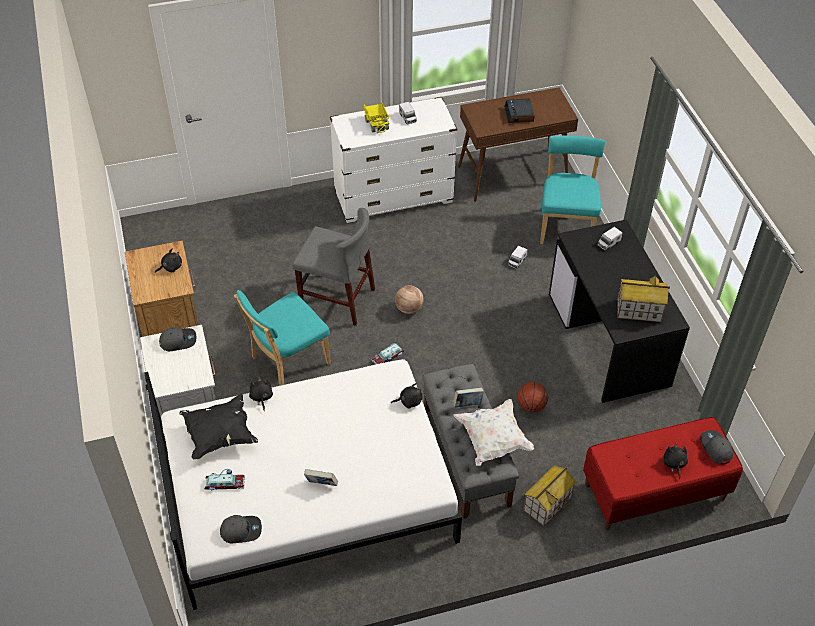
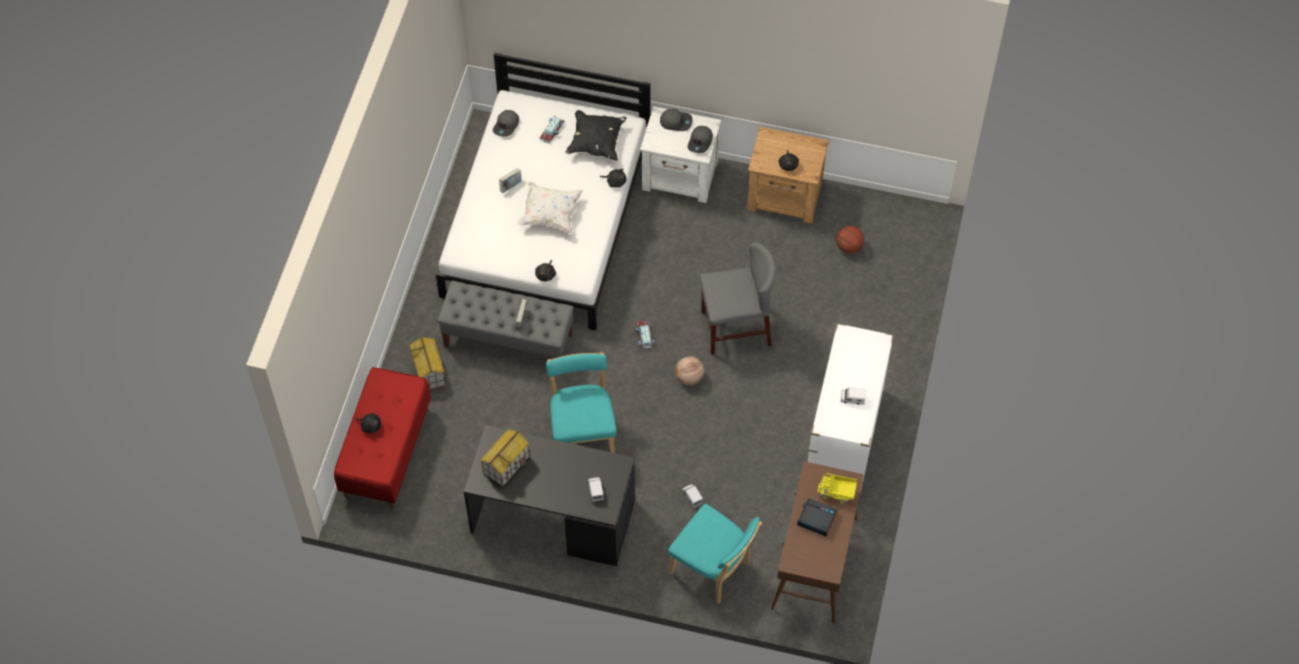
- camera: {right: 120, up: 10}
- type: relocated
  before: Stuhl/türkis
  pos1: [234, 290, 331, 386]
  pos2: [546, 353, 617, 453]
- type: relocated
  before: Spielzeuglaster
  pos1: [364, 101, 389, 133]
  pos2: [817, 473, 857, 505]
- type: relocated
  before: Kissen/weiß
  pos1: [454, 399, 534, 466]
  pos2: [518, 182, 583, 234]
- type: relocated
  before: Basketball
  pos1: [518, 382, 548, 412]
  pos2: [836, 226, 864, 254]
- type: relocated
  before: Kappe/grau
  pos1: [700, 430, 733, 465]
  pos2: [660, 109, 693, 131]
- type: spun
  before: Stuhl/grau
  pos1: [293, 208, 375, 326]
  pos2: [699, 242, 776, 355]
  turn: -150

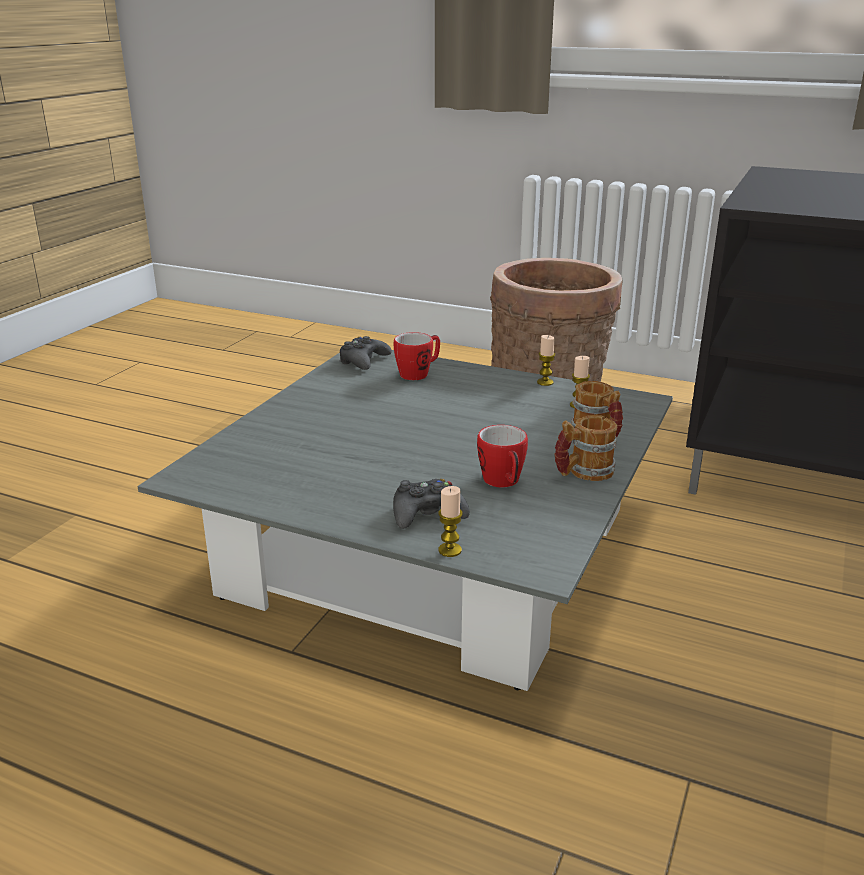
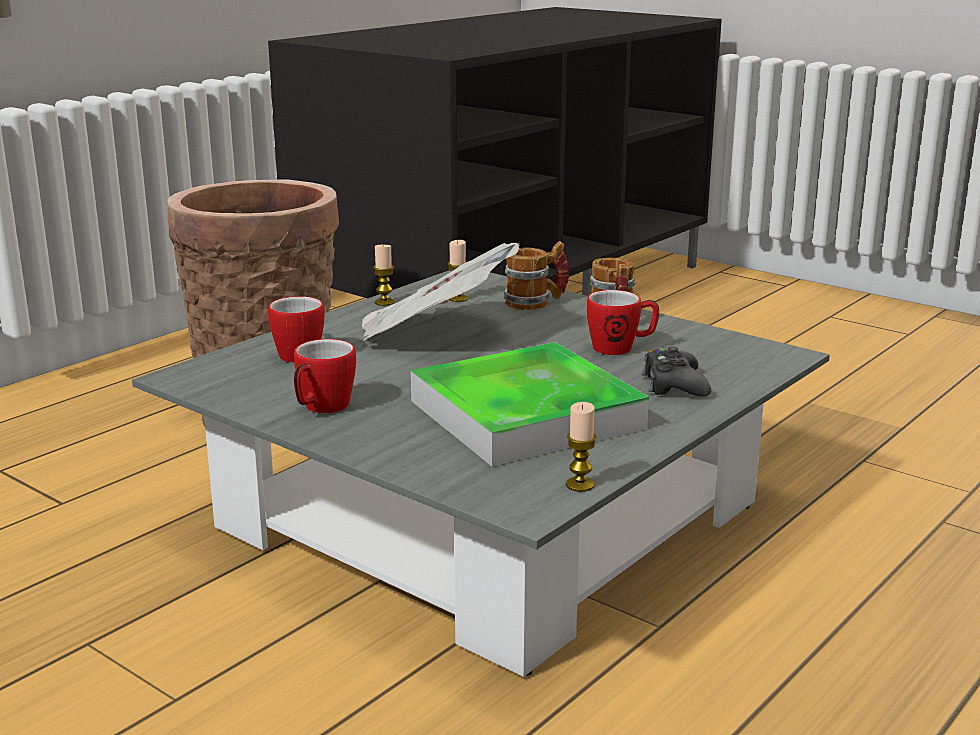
- camera: {right: -75, up: -5}
- type: missing
  before: Gamepad/schwarz
  pos1: [340, 336, 392, 370]
- type: appeared
  after: Henkelbecher
  pos2: [293, 339, 356, 413]
- type: appeared
  after: Zeitung
  pos2: [362, 243, 519, 341]
- type: appeared
  after: Tablett
  pos2: [411, 342, 649, 467]
- type: relocated
  before: Kerze
  pos1: [438, 486, 463, 557]
  pos2: [566, 402, 597, 492]

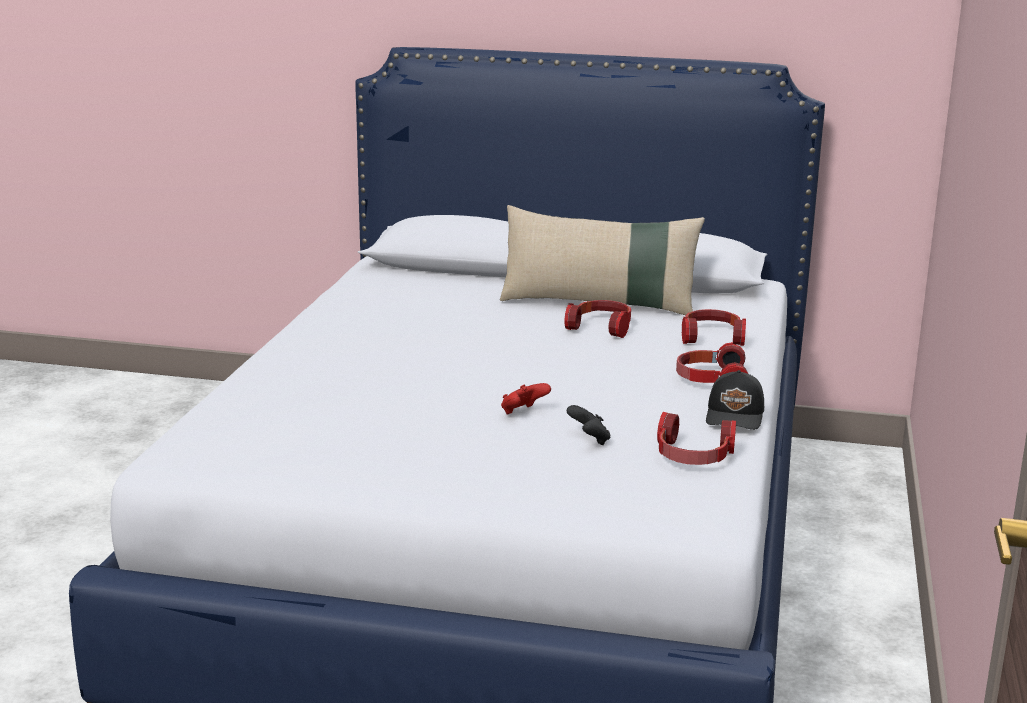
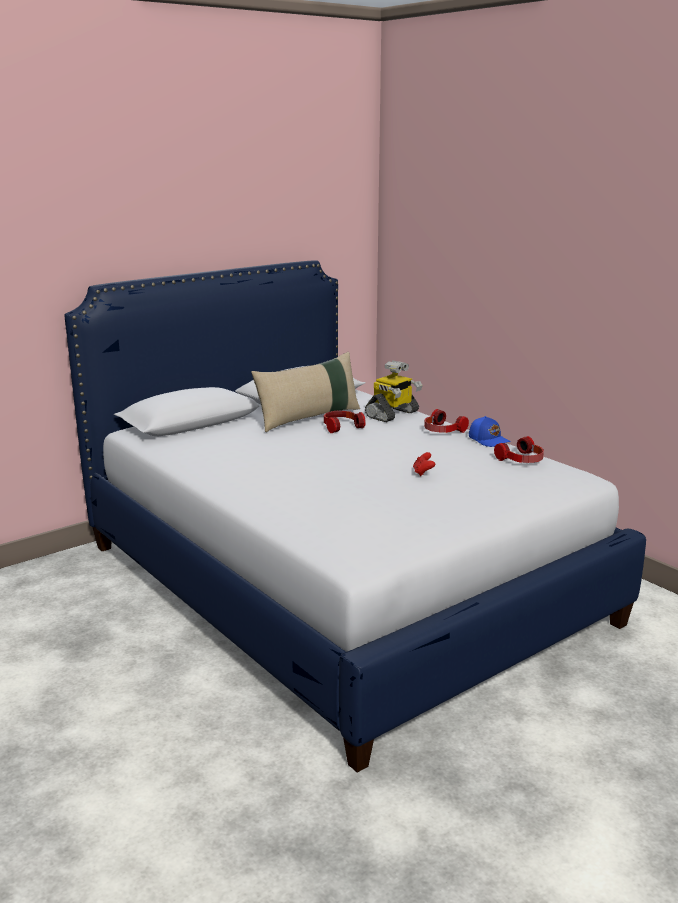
- camera: {right: -50, up: 0}
- type: missing
  before: Gamepad/schwarz
  pos1: [567, 405, 610, 445]
- type: exchanged
  before: Kopfhörer
  after: Spielzeugroboter
  pos1: [682, 309, 746, 346]
  pos2: [365, 360, 422, 422]
- type: colour
  before: Kappe/schwarz
  after: Kappe/blau
  pos1: [706, 370, 764, 430]
  pos2: [469, 416, 511, 447]

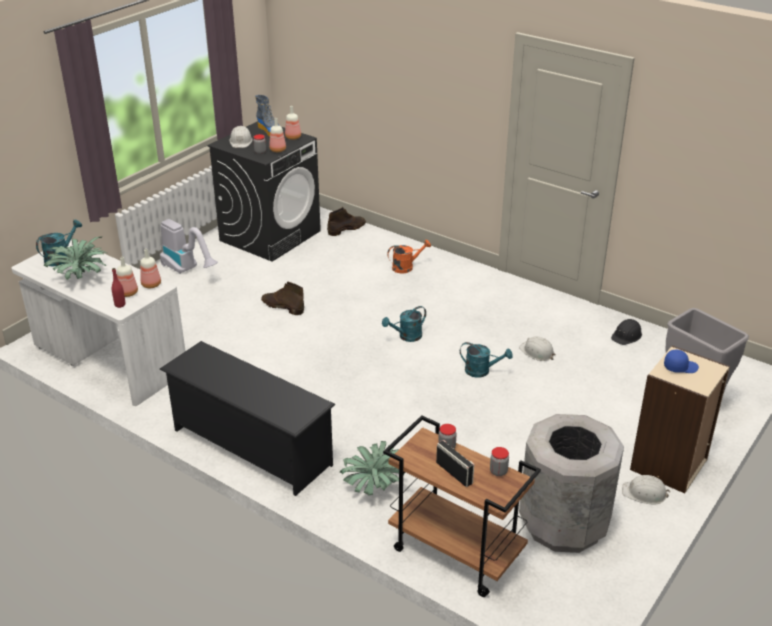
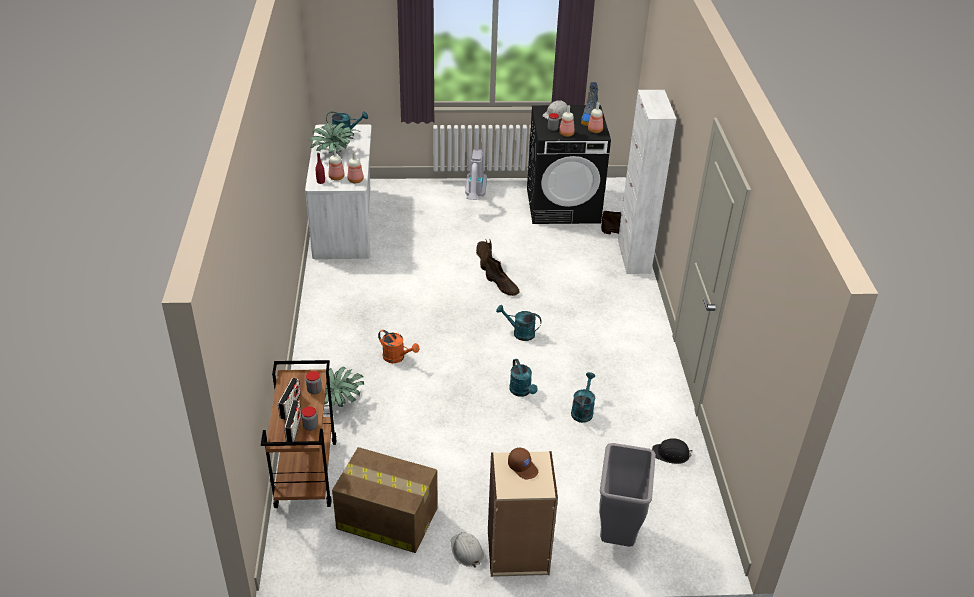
- camera: {right: 50, up: 5}
- type: missing
  before: Schuhregal/schwarz
  pos1: [159, 341, 335, 496]
- type: appeared
  after: Radio
  pos2: [284, 400, 302, 442]
- type: appeared
  after: Stiefel/braun
  pos2: [486, 255, 520, 296]
- type: appeared
  after: Schrank/weiß
  pos2: [618, 90, 676, 274]
- type: relocated
  before: Gießkanne/orange
  pos1: [387, 240, 431, 273]
  pos2: [378, 330, 420, 363]
- type: exchanged
  before: Schutzhelm/weiß
  after: Gießkanne/türkis
  pos1: [519, 336, 556, 361]
  pos2: [571, 372, 596, 423]
- type: exchanged
  before: Mülleimer/grau
  after: Karton
  pos1: [519, 414, 624, 553]
  pos2: [332, 447, 437, 553]
- type: colour
  before: Kappe/blau
  after: Kappe/braun
  pos1: [664, 350, 699, 373]
  pos2: [508, 448, 538, 479]

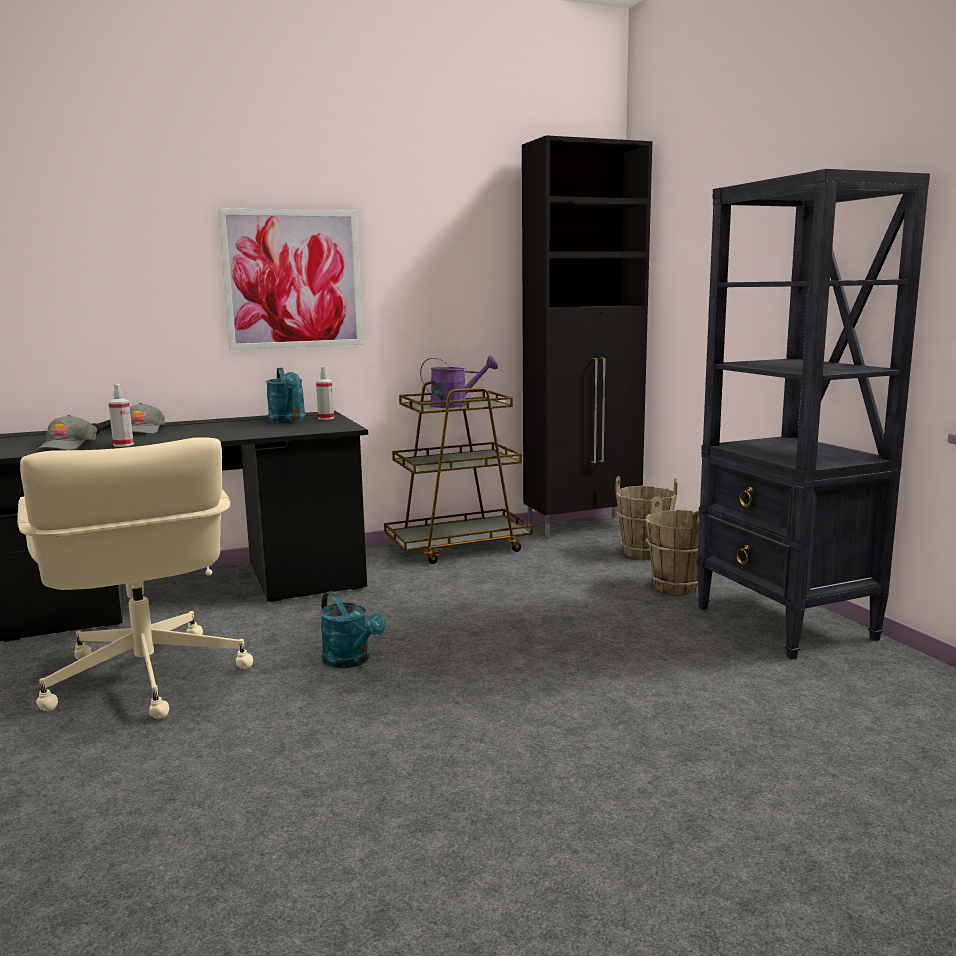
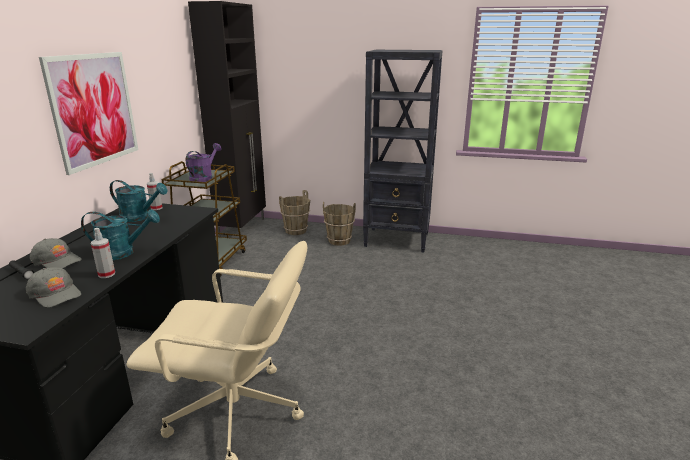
- camera: {right: -55, up: 10}
- type: relocated
  before: Gießkanne/türkis
  pos1: [320, 591, 386, 668]
  pos2: [81, 209, 160, 260]

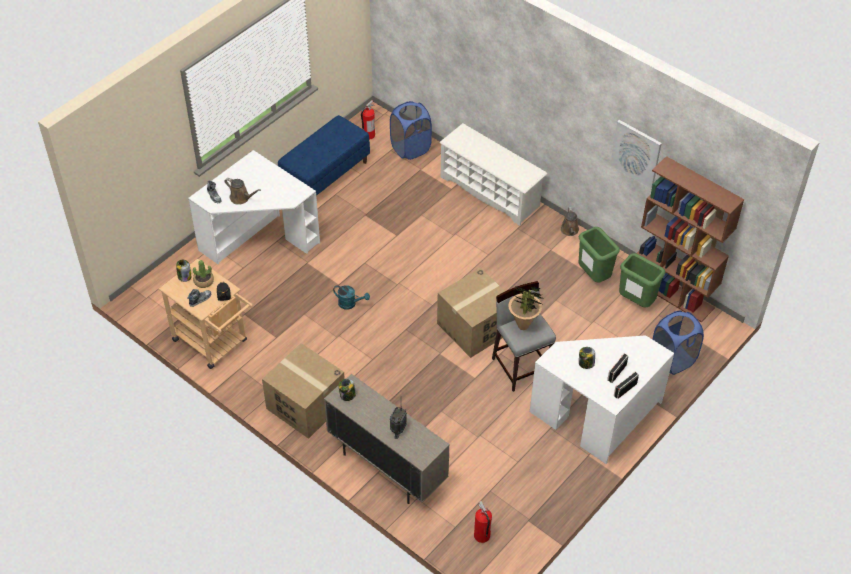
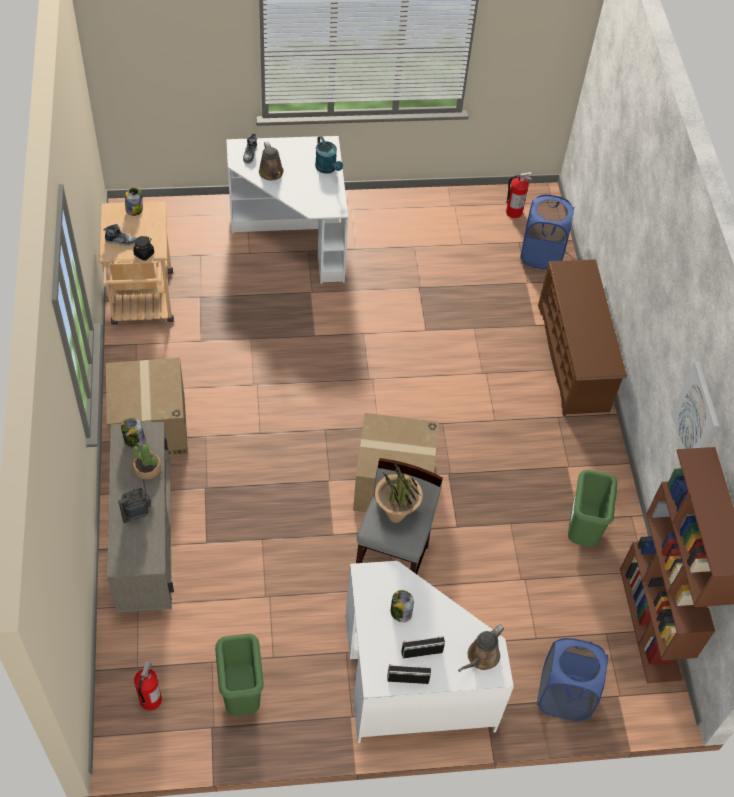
- camera: {right: 40, up: 5}
- type: missing
  before: Bank/blau
  pos1: [278, 115, 370, 196]
- type: relocated
  before: Topfpflanze
  pos1: [193, 260, 214, 288]
  pos2: [132, 444, 162, 480]
- type: relocated
  before: Gießkanne/türkis
  pos1: [333, 285, 370, 310]
  pos2: [315, 136, 343, 174]
- type: relocated
  before: Gießkanne/braun
  pos1: [560, 207, 579, 236]
  pos2: [458, 624, 504, 672]
- type: relocated
  before: Mülleimer/grün
  pos1: [619, 253, 665, 307]
  pos2: [215, 634, 264, 716]
- type: colour
  before: Schuhregal/weiß
  after: Schuhregal/braun
  pos1: [439, 123, 547, 226]
  pos2: [538, 259, 627, 417]

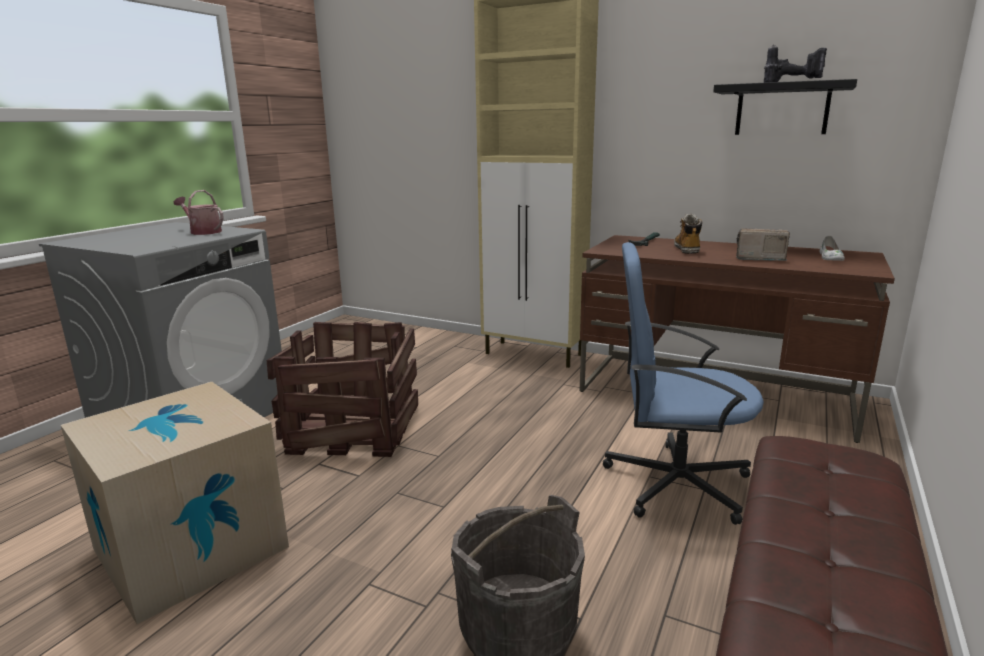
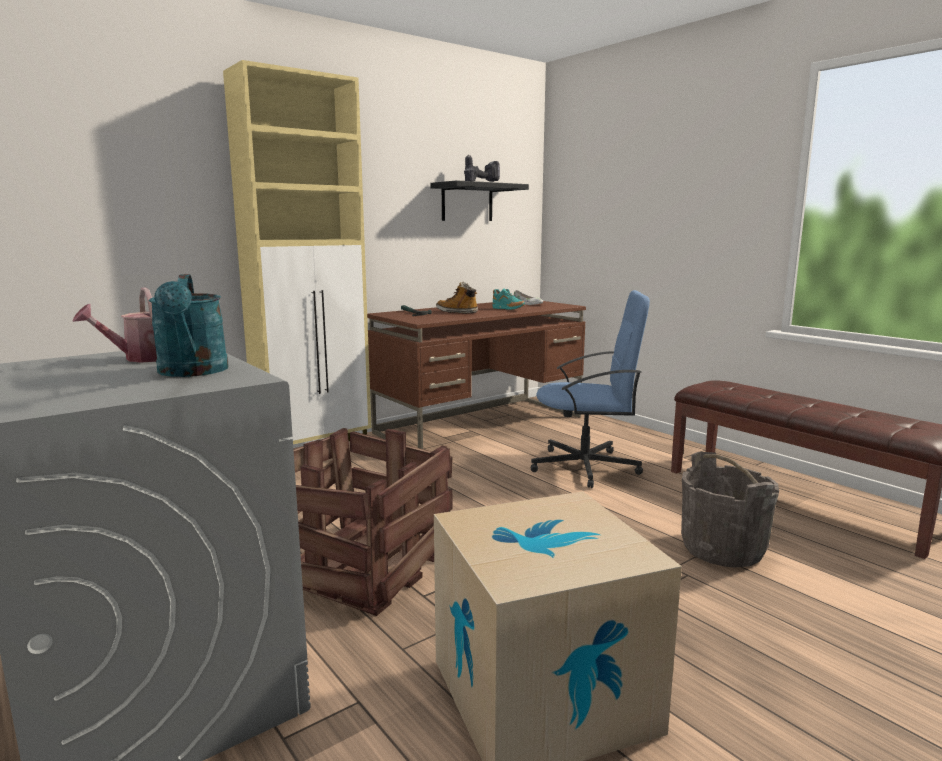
- camera: {right: -65, up: -5}
- type: appeared
  after: Gießkanne/türkis
  pos2: [149, 274, 229, 377]
- type: exchanged
  before: Radio
  after: Schuh/türkis
  pos1: [736, 228, 790, 261]
  pos2: [492, 289, 525, 310]
- type: spun
  before: Bürostuhl/blau
  pos1: [602, 242, 764, 525]
  pos2: [531, 290, 650, 488]
  turn: -120

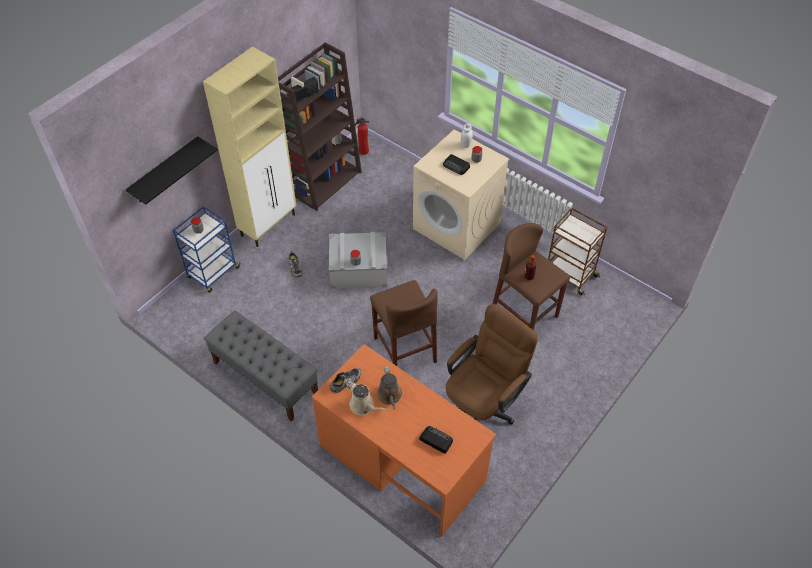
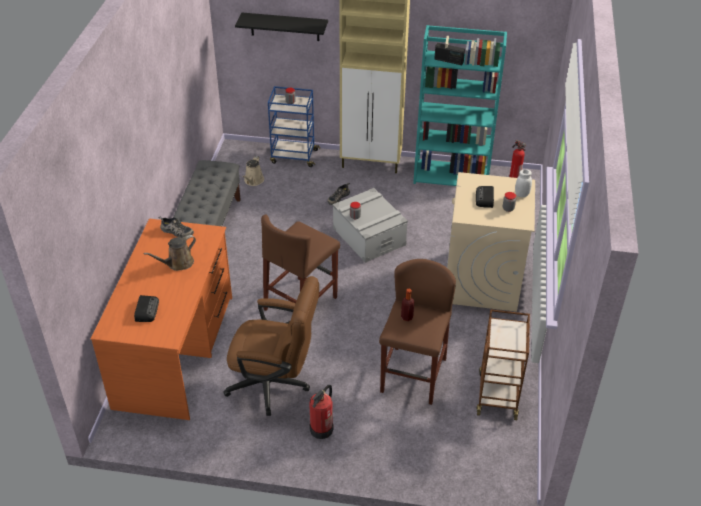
- camera: {right: 60, up: -10}
- type: appeared
  after: Feuerlöscher
  pos2: [309, 385, 333, 439]
- type: relocated
  before: Gießkanne/beige
  pos1: [346, 380, 387, 415]
  pos2: [243, 156, 264, 186]
- type: colour
  before: Bücherregal/braun
  after: Bücherregal/türkis
  pos1: [278, 42, 362, 211]
  pos2: [413, 25, 507, 186]

